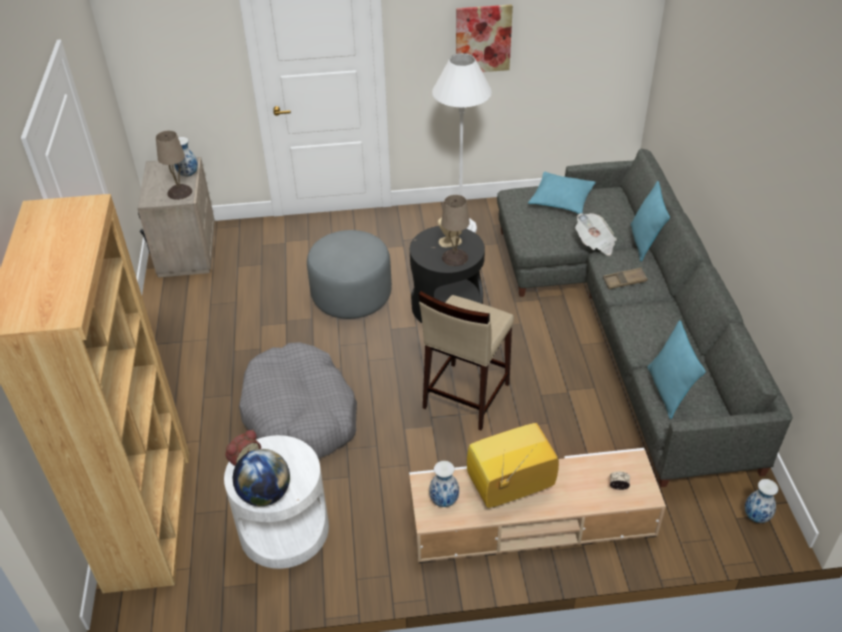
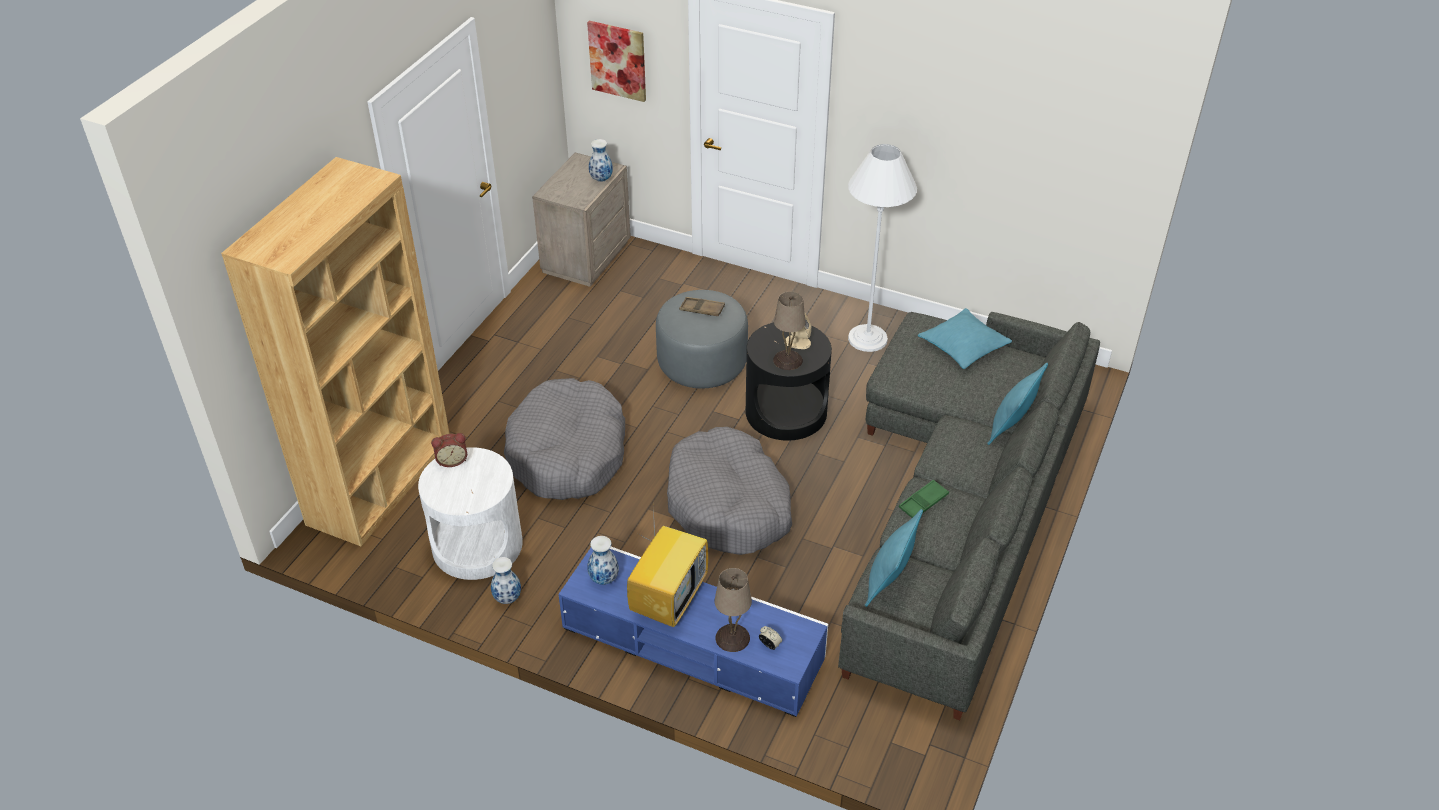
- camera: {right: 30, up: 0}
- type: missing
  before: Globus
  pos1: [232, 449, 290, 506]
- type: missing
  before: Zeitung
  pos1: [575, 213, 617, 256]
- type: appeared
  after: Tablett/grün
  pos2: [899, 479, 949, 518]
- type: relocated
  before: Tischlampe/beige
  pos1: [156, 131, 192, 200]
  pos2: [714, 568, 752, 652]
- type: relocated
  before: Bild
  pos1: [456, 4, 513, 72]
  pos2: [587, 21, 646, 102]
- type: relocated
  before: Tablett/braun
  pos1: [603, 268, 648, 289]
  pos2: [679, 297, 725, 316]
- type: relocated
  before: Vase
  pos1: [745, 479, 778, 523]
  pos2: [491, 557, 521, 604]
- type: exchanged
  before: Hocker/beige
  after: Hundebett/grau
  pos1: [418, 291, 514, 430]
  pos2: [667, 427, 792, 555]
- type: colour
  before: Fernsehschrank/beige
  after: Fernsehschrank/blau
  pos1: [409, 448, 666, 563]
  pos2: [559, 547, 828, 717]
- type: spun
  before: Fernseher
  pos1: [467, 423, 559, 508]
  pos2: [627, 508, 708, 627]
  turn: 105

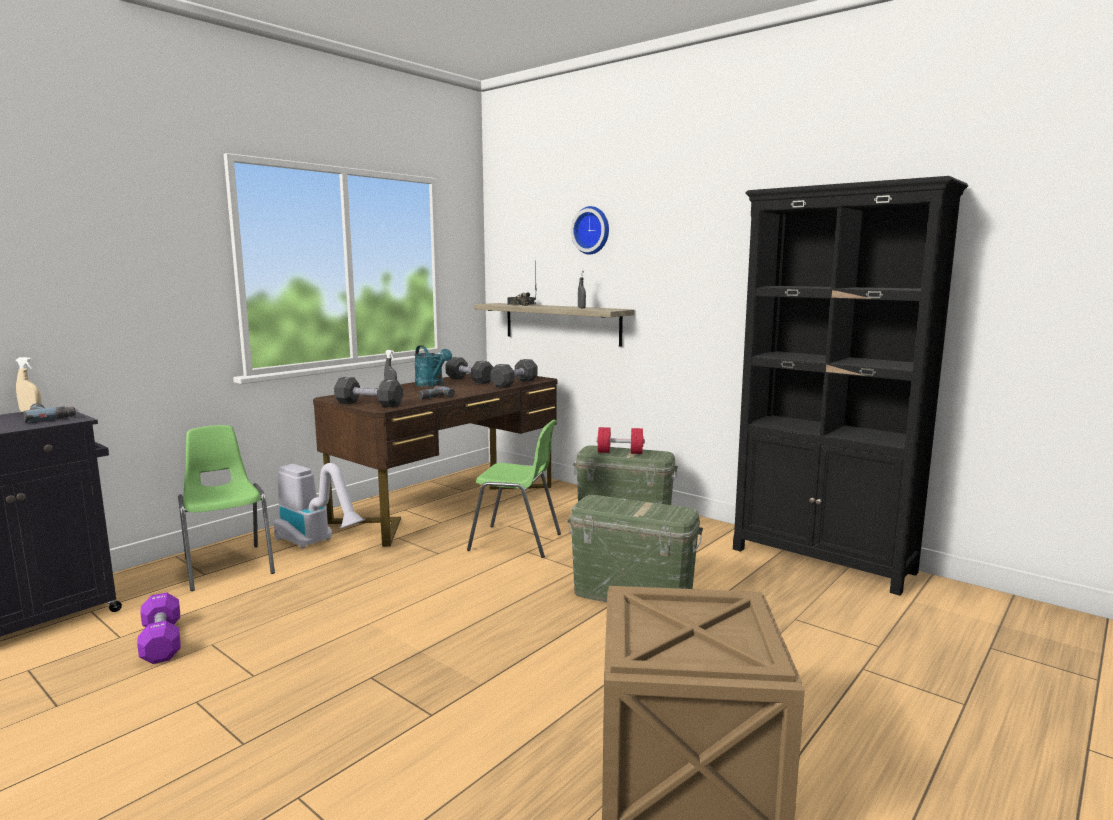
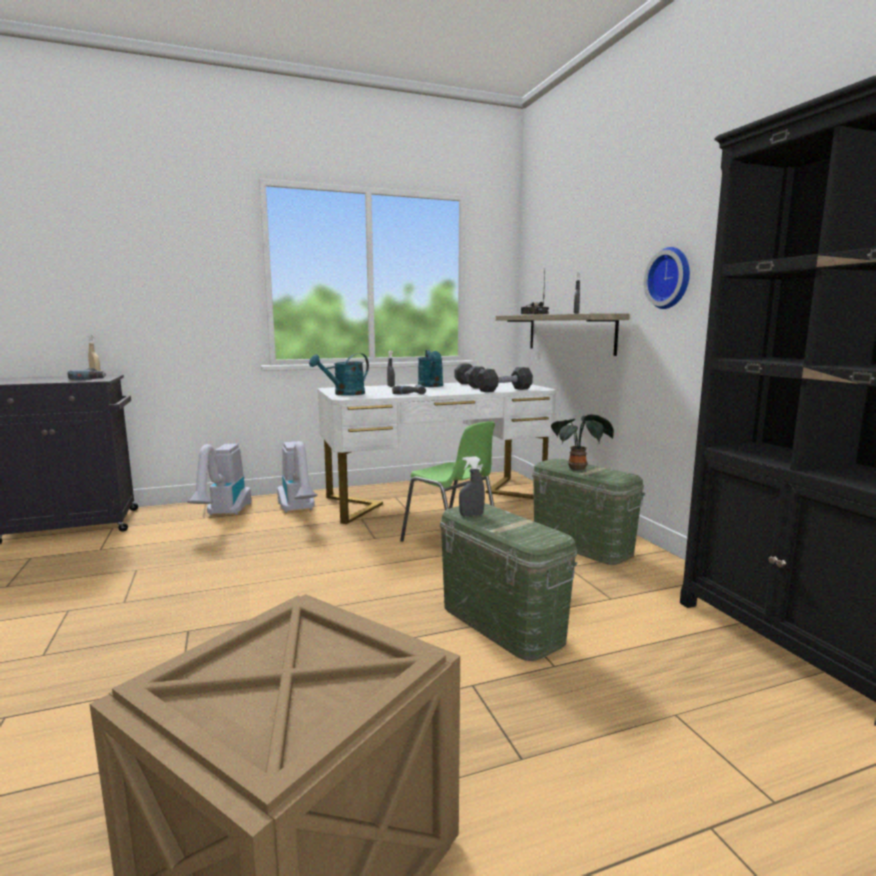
- camera: {right: 30, up: 0}
- type: missing
  before: Hantel/lila
  pos1: [137, 592, 181, 664]
- type: appeared
  after: Sprühflasche/grau
  pos2: [459, 456, 485, 517]
- type: relocated
  before: Wanduhr
  pos1: [571, 206, 609, 254]
  pos2: [644, 247, 690, 309]
- type: exchanged
  before: Stuhl/grün
  after: Staubsauger
  pos1: [178, 425, 275, 591]
  pos2: [187, 444, 251, 515]
- type: exchanged
  before: Hantel/schwarz
  after: Gießkanne/türkis
  pos1: [334, 377, 403, 407]
  pos2: [309, 353, 369, 396]
- type: exchanged
  before: Hantel/rot
  after: Topfpflanze
  pos1: [596, 427, 645, 454]
  pos2: [551, 414, 614, 470]
- type: colour
  before: Schreibtisch/braun
  after: Schreibtisch/weiß
  pos1: [313, 374, 558, 547]
  pos2: [317, 382, 556, 524]

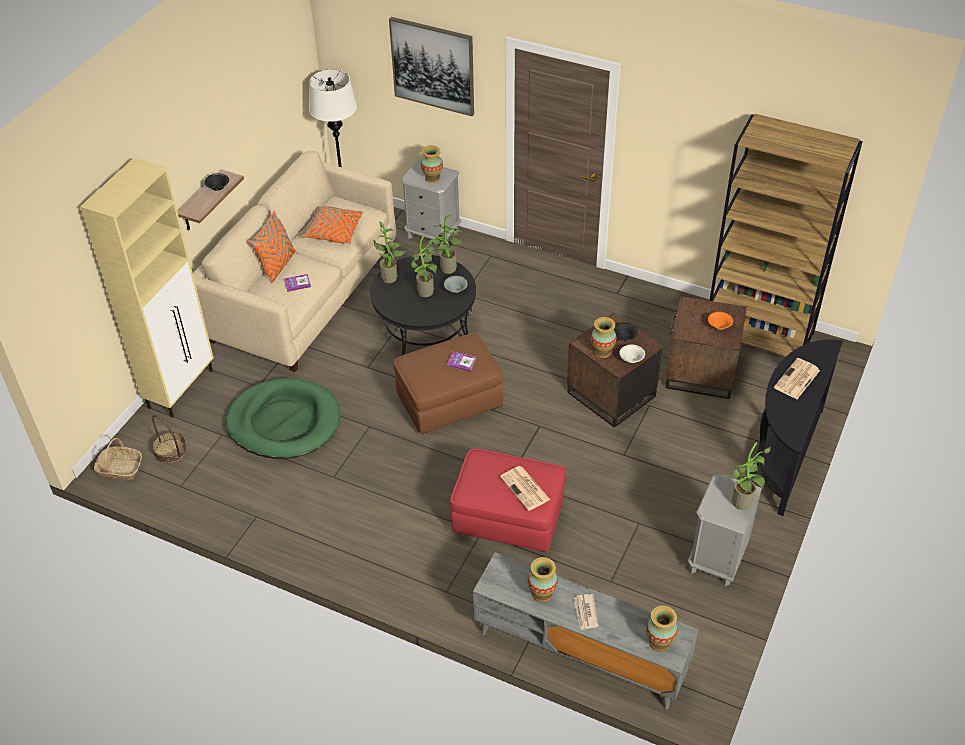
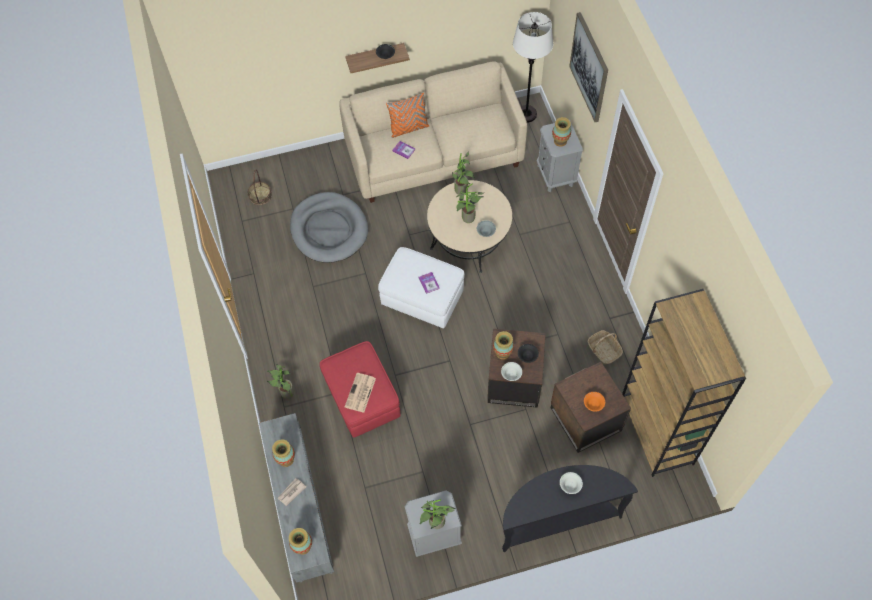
- camera: {right: 50, up: 15}
- type: missing
  before: Schrank/beige
  pos1: [80, 158, 214, 418]
- type: missing
  before: Kissen/orange
  pos1: [301, 206, 363, 244]
- type: relocated
  before: Korb
  pos1: [94, 438, 142, 480]
  pos2: [588, 330, 623, 364]
- type: relocated
  before: Topfpflanze
  pos1: [427, 214, 466, 274]
  pos2: [267, 365, 294, 399]
- type: exchanged
  before: Zeitung
  after: Schüssel/weiß
  pos1: [774, 358, 820, 399]
  pos2: [560, 472, 583, 494]
- type: colour
  before: Hundebett/grün
  after: Hundebett/grau
  pos1: [226, 378, 340, 459]
  pos2: [290, 192, 368, 263]
- type: colour
  before: Couchtisch/schwarz
  after: Couchtisch/beige
  pos1: [370, 255, 476, 355]
  pos2: [427, 180, 512, 273]
- type: colour
  before: Polsterhocker/braun
  after: Polsterhocker/weiß
  pos1: [394, 333, 503, 434]
  pos2: [378, 247, 465, 328]

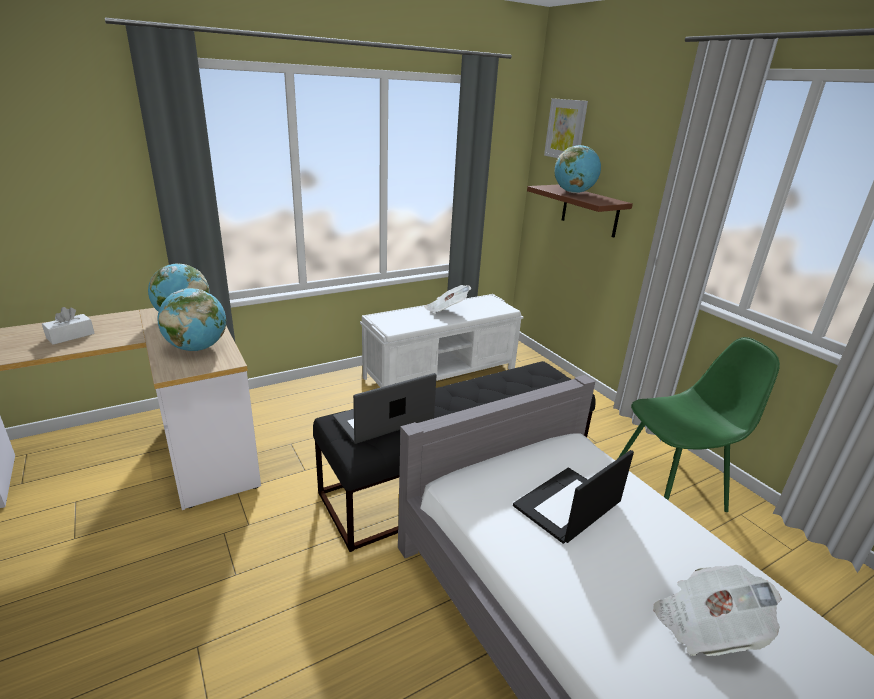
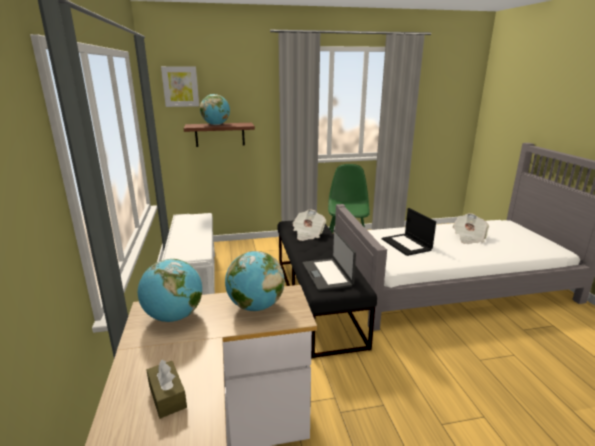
- camera: {right: -70, up: -5}
- type: relocated
  before: Zeitung
  pos1: [424, 285, 471, 314]
  pos2: [292, 210, 326, 241]
- type: colour
  before: Taschentuchbox/weiß
  after: Taschentuchbox/braun
  pos1: [42, 307, 95, 345]
  pos2: [146, 360, 187, 419]

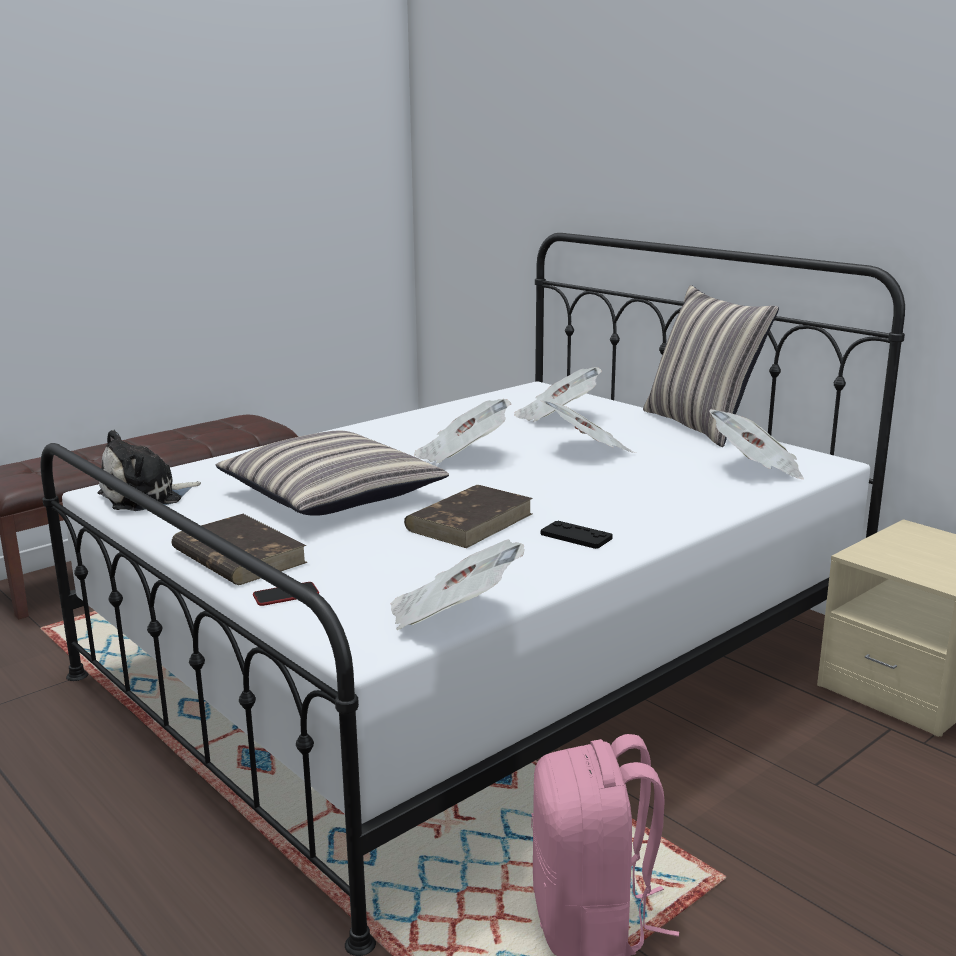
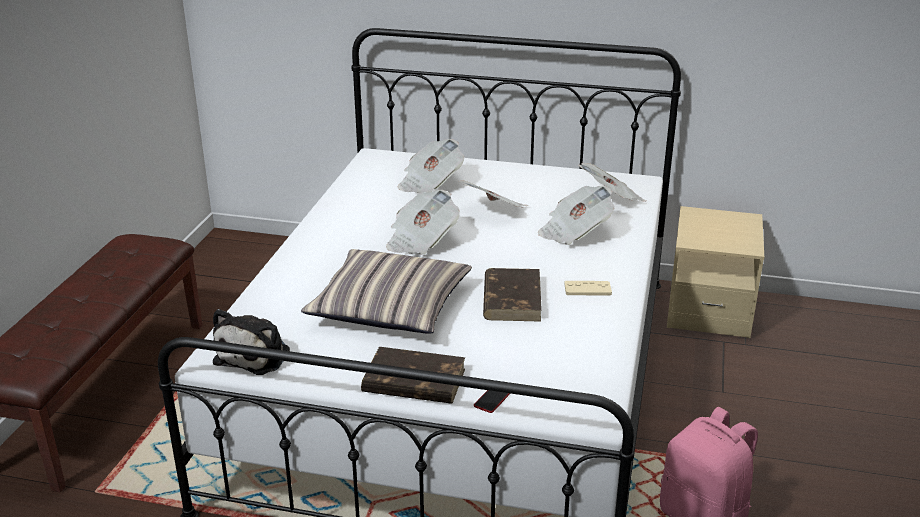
- camera: {right: -35, up: 10}
- type: missing
  before: Kissen
  pos1: [643, 285, 779, 447]
- type: relocated
  before: Zeitung
  pos1: [391, 539, 524, 630]
  pos2: [538, 186, 614, 245]
- type: colour
  before: Gamepad/schwarz
  after: Gamepad/beige
  pos1: [541, 521, 613, 549]
  pos2: [564, 281, 612, 295]

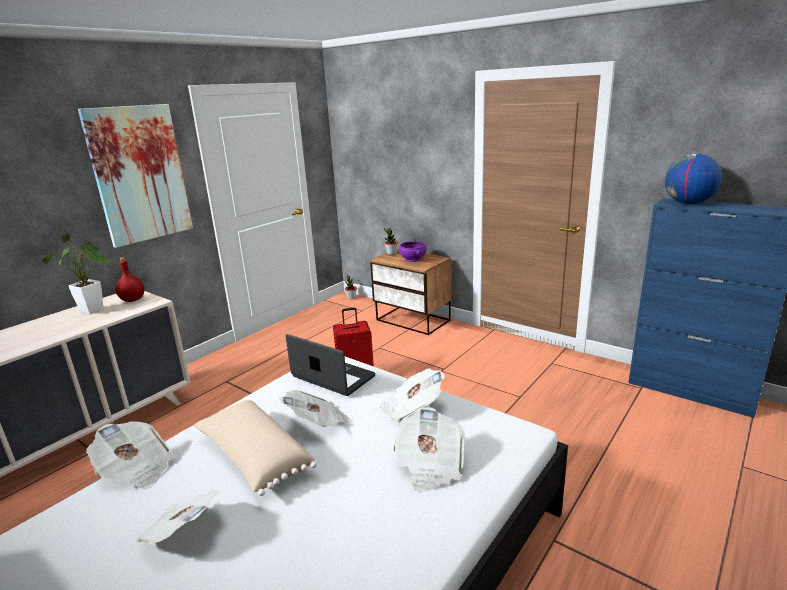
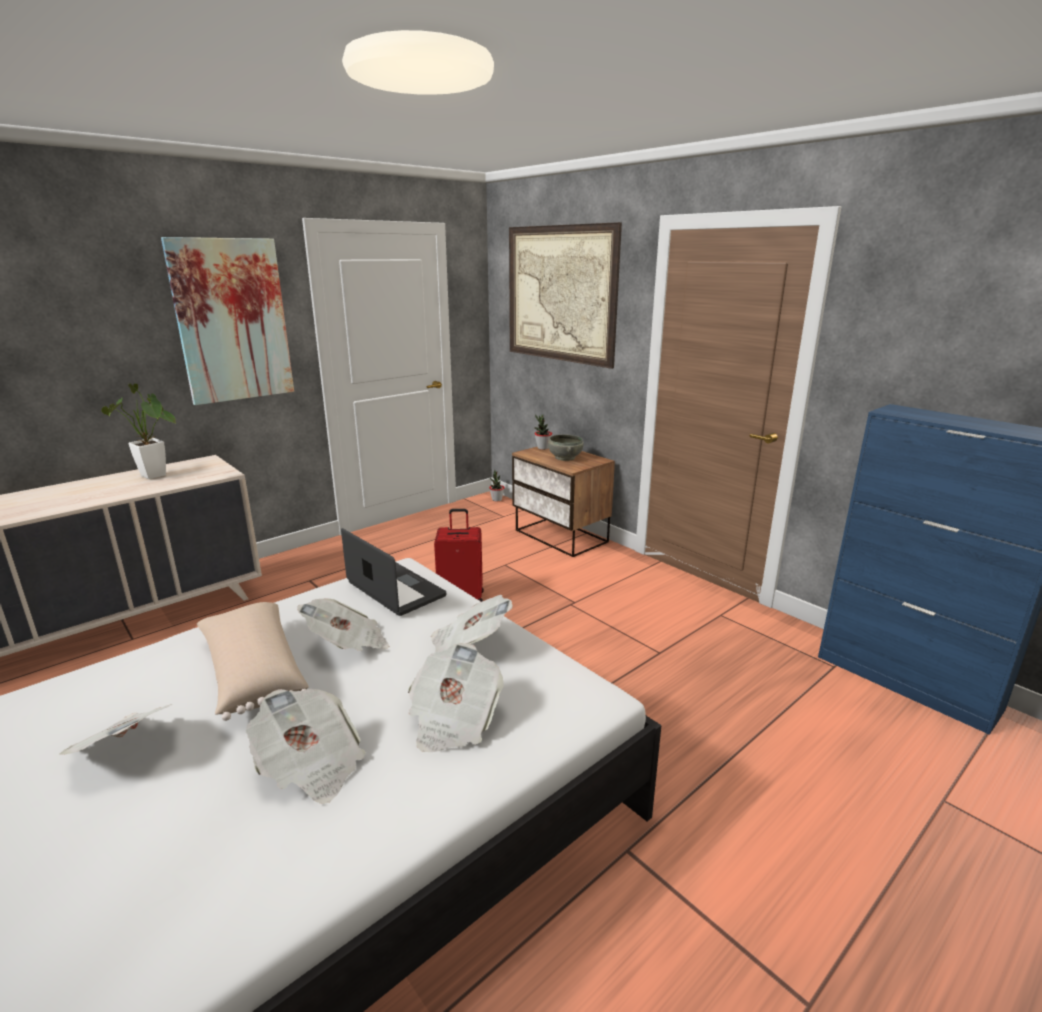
- camera: {right: 10, up: 0}
- type: missing
  before: Flasche/rot
  pos1: [115, 257, 145, 302]
- type: missing
  before: Globus
  pos1: [665, 154, 722, 204]
- type: appeared
  after: Bild
  pos2: [509, 222, 622, 369]
- type: relocated
  before: Zeitung
  pos1: [86, 421, 174, 489]
  pos2: [246, 689, 366, 804]
- type: colour
  before: Schüssel/lila
  after: Schüssel/grau
  pos1: [399, 241, 427, 262]
  pos2: [548, 434, 584, 461]

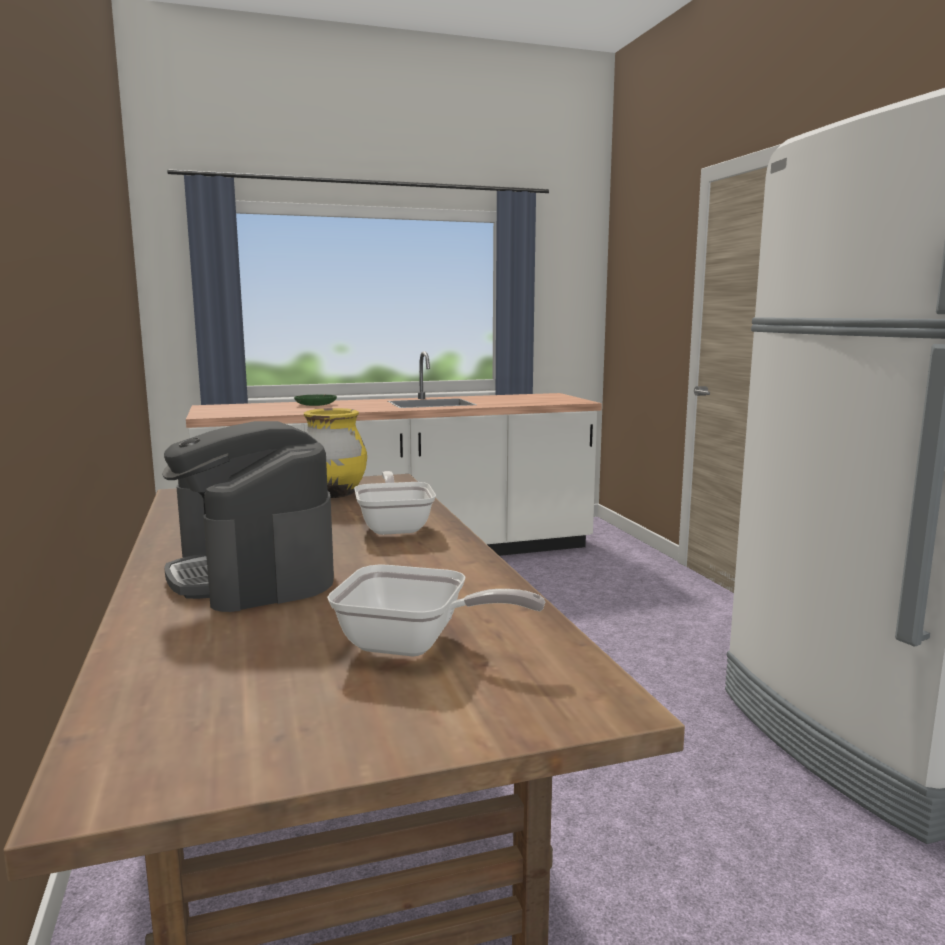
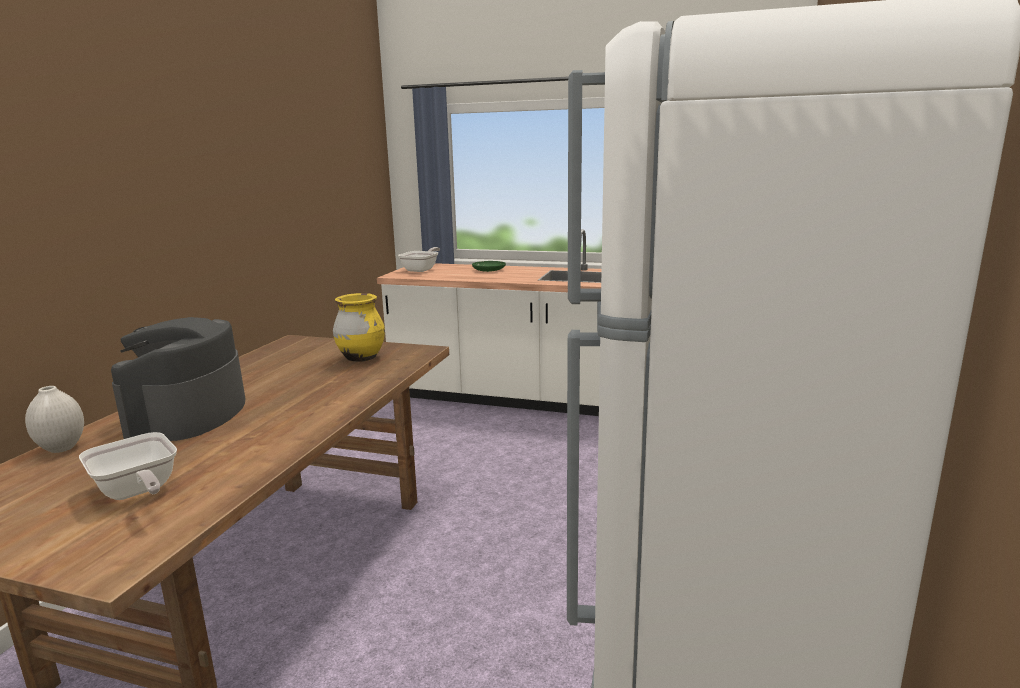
- camera: {right: 35, up: 5}
- type: appeared
  after: Vase/weiß
  pos2: [25, 386, 84, 453]
- type: relocated
  before: Pfanne
  pos1: [354, 471, 436, 535]
  pos2: [398, 247, 440, 272]

